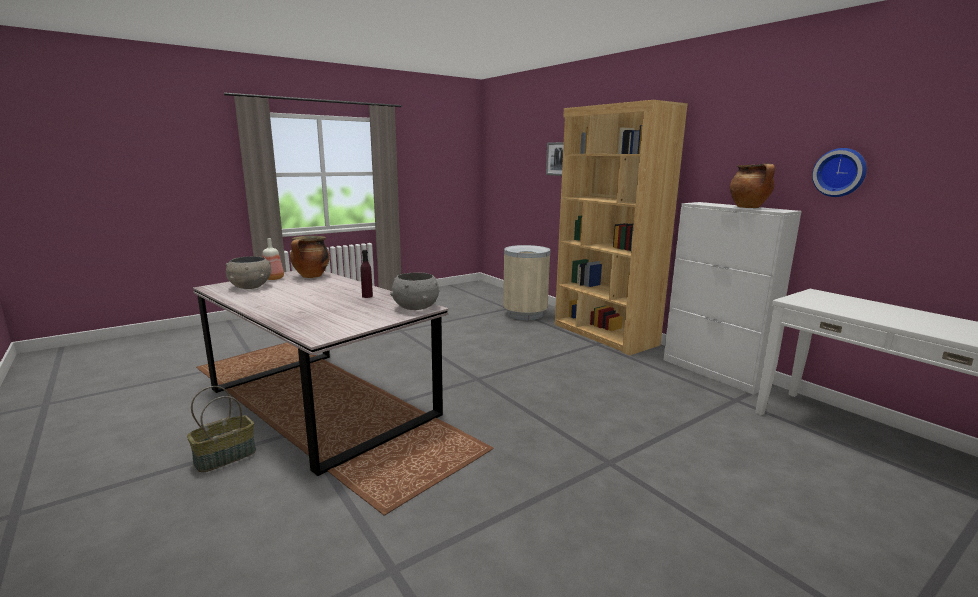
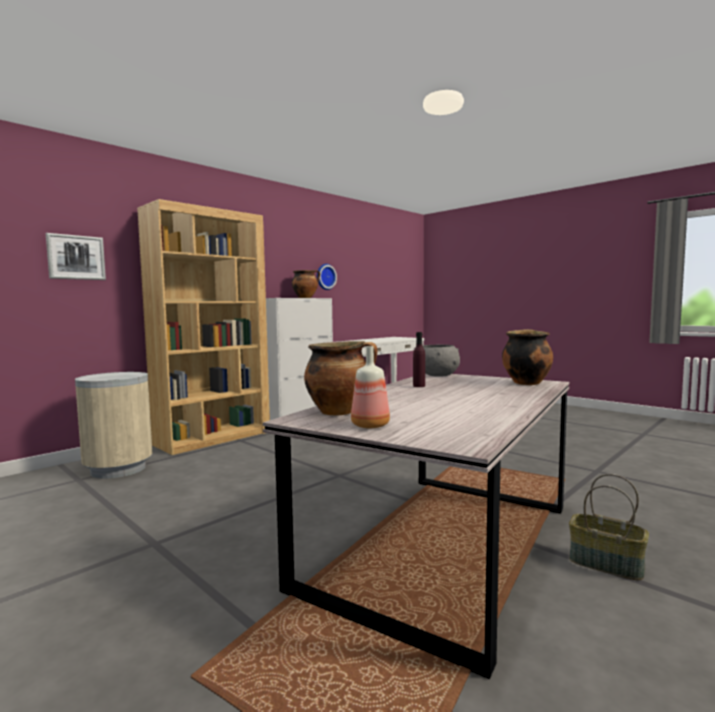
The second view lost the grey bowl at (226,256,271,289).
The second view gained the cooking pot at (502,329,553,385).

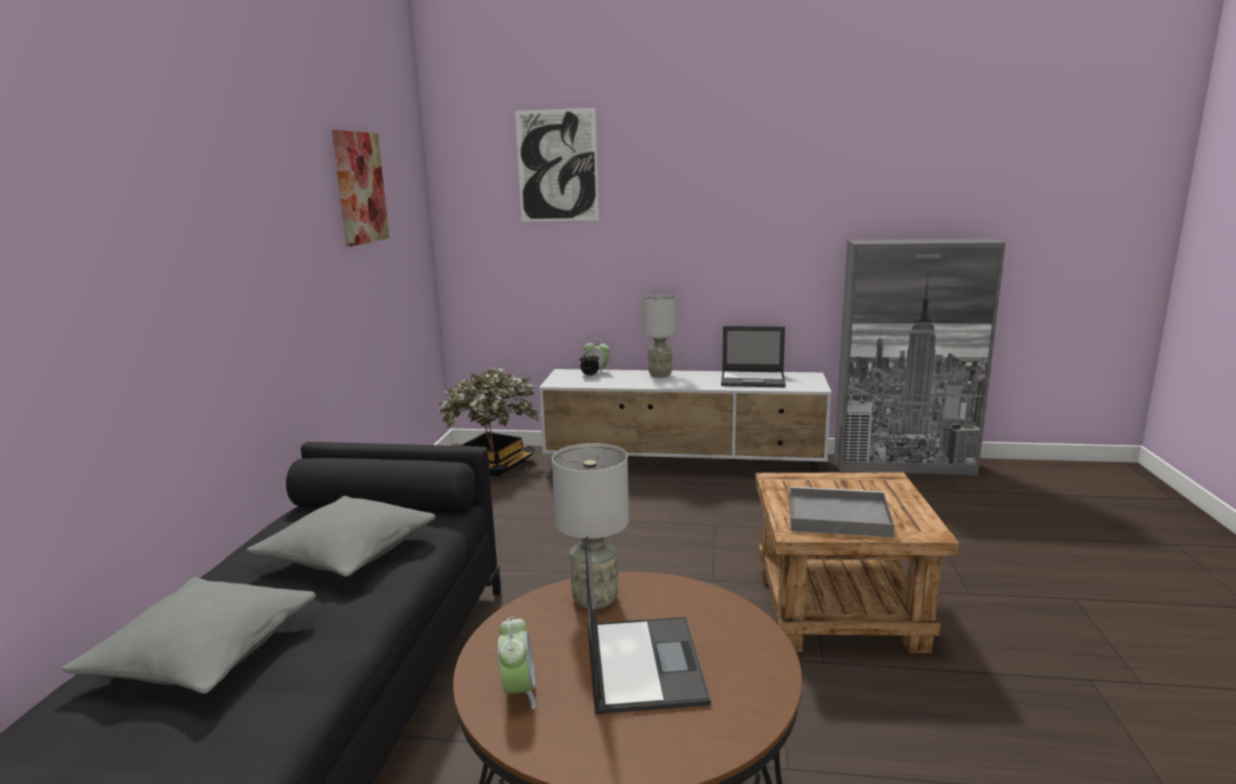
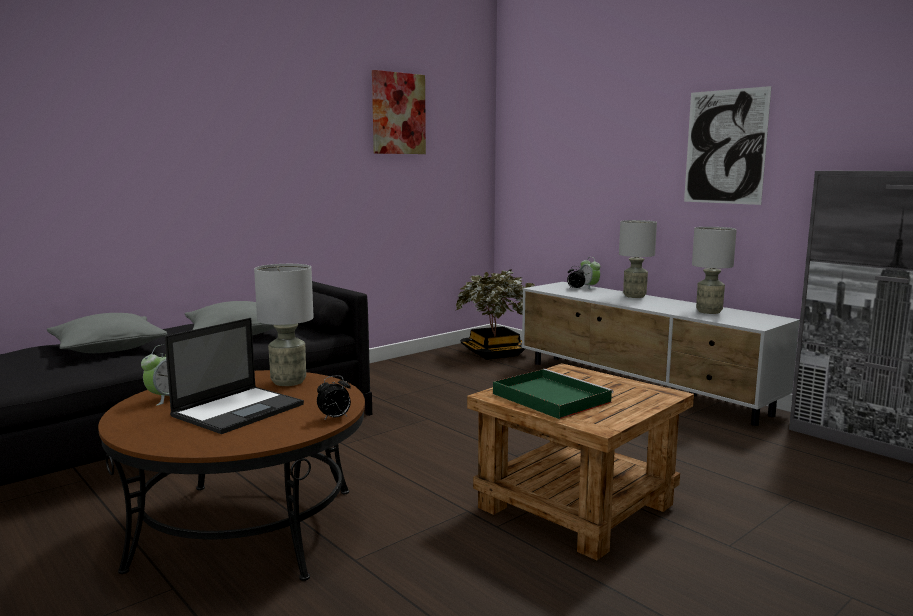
The picture ended up elsewhere, having gone from (515,108,599,221) to (684,86,771,205).
Where the laptop stood at (721,326,786,387), the grey table lamp came to stand at (692,227,737,314).
What was the grey tray at (789,486,895,537) turned into the green tray at (493,369,614,419).
The second view gained the alarm clock at (317,375,351,419).

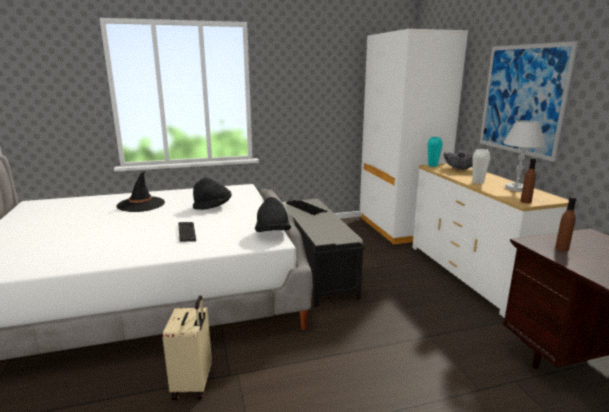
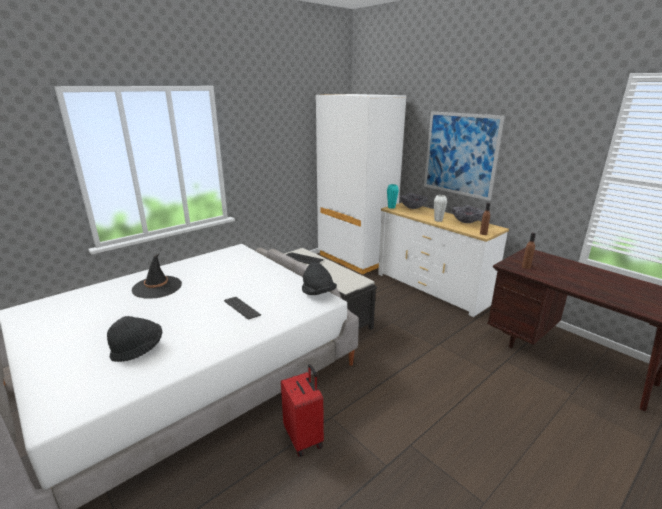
Where the white table lamp stood at (503,120,545,191), the bowl came to stand at (452,205,484,223).
The black hat ended up elsewhere, having gone from (193,178,232,210) to (107,316,162,362).
What was the beige suitcase at (162,295,212,400) turned into the red suitcase at (281,364,324,457).

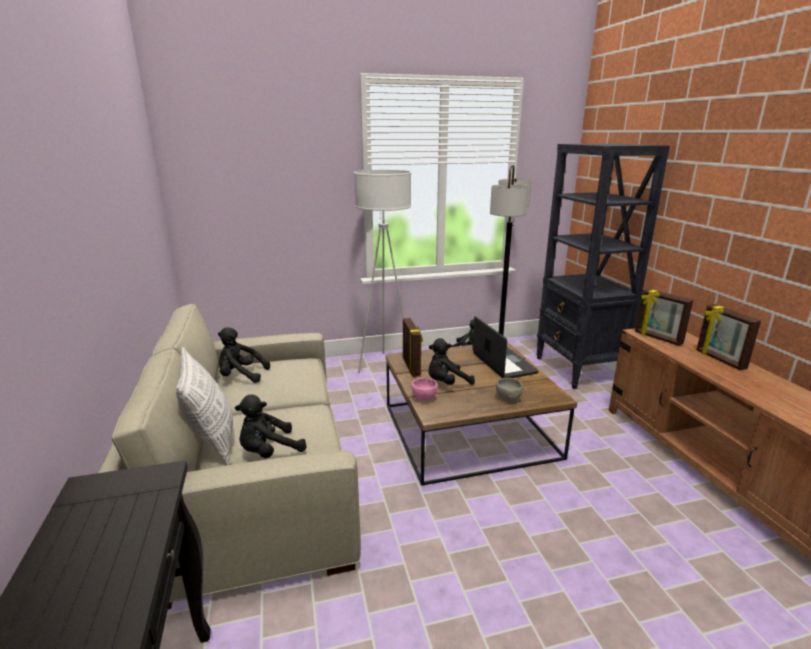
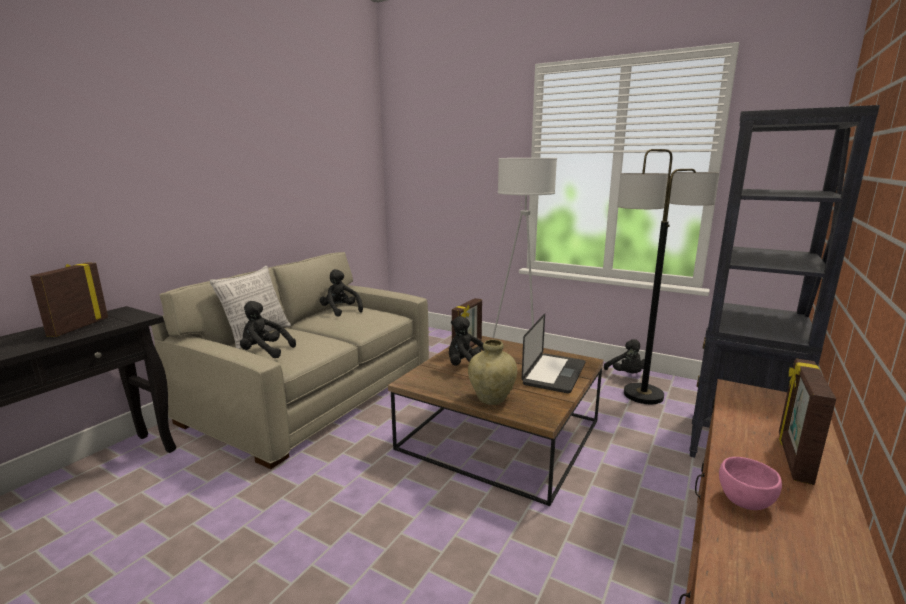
The picture frame ended up elsewhere, having gone from (635,288,693,346) to (30,262,108,337).
The pink bowl ended up elsewhere, having gone from (412,378,438,401) to (719,457,782,510).
Where the grey bowl stood at (496,378,523,402), the beige vase came to stand at (468,339,517,405).

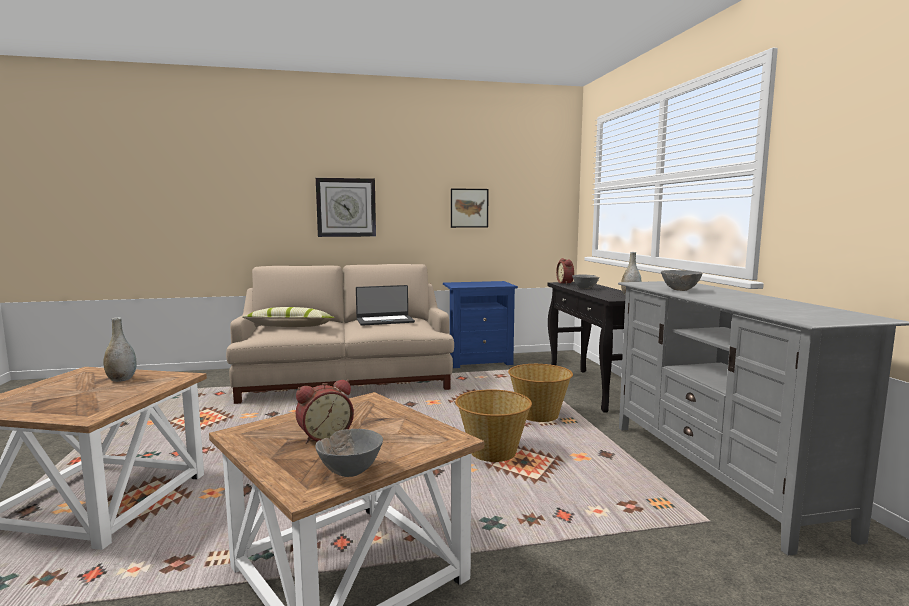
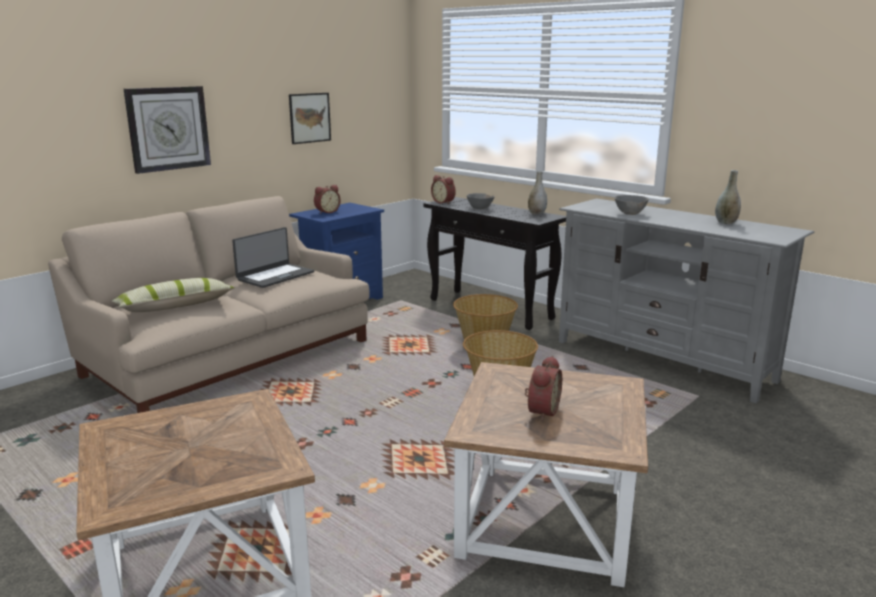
The grey vase ended up elsewhere, having gone from (103,317,137,382) to (715,170,741,224).
The second view lost the grey bowl at (316,429,383,477).
The second view gained the alarm clock at (314,185,341,214).

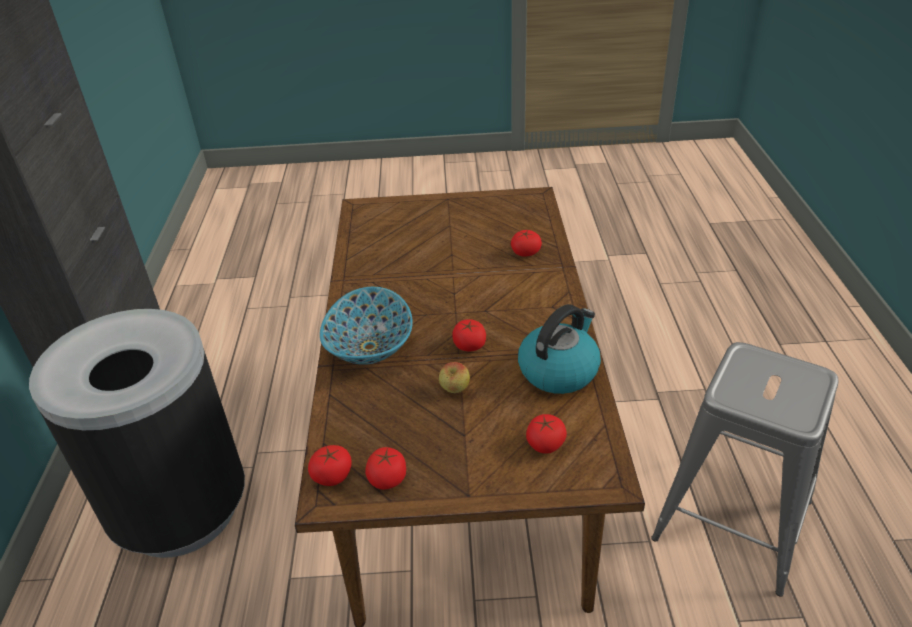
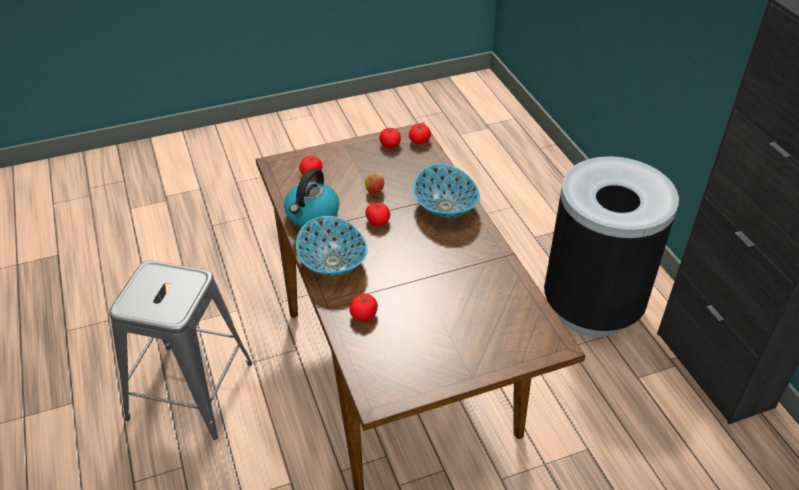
The second view gained the bowl at (296,216,367,276).

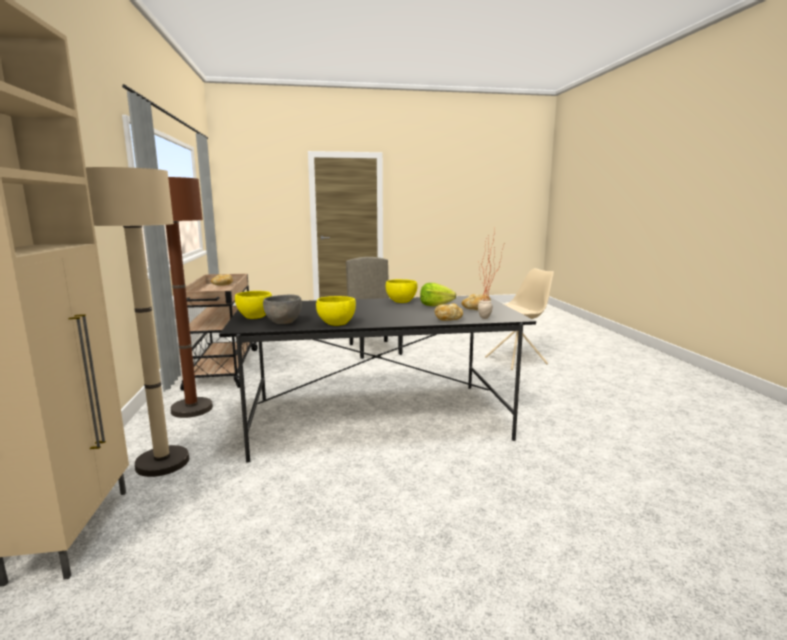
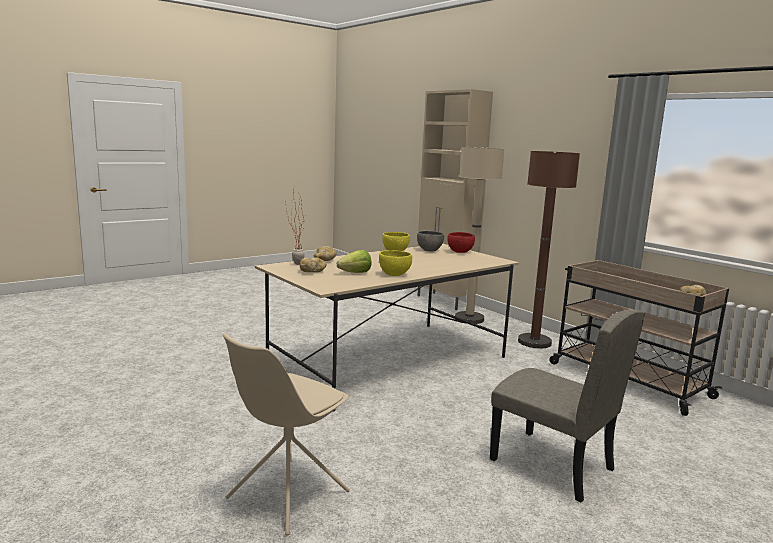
What was the yellow bowl at (235,291,272,319) turned into the red bowl at (447,232,475,253).
What was the black dining table at (219,296,536,462) turned into the beige dining table at (255,244,519,411).

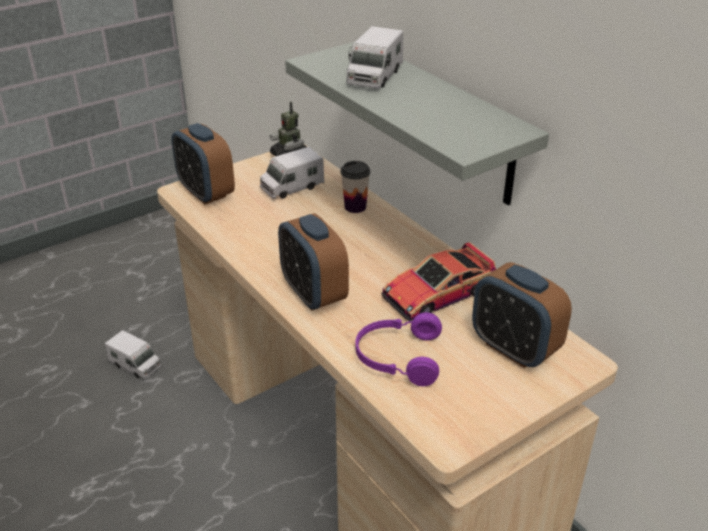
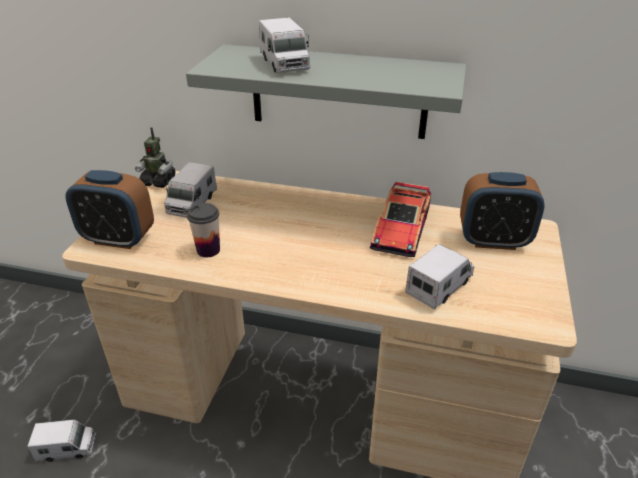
The cup ended up elsewhere, having gone from (341,161,370,213) to (187,203,220,258).
The second view lost the alarm clock at (278,213,349,311).
Where the purple headphones stood at (356,312,442,386), the toy truck came to stand at (405,244,474,310).

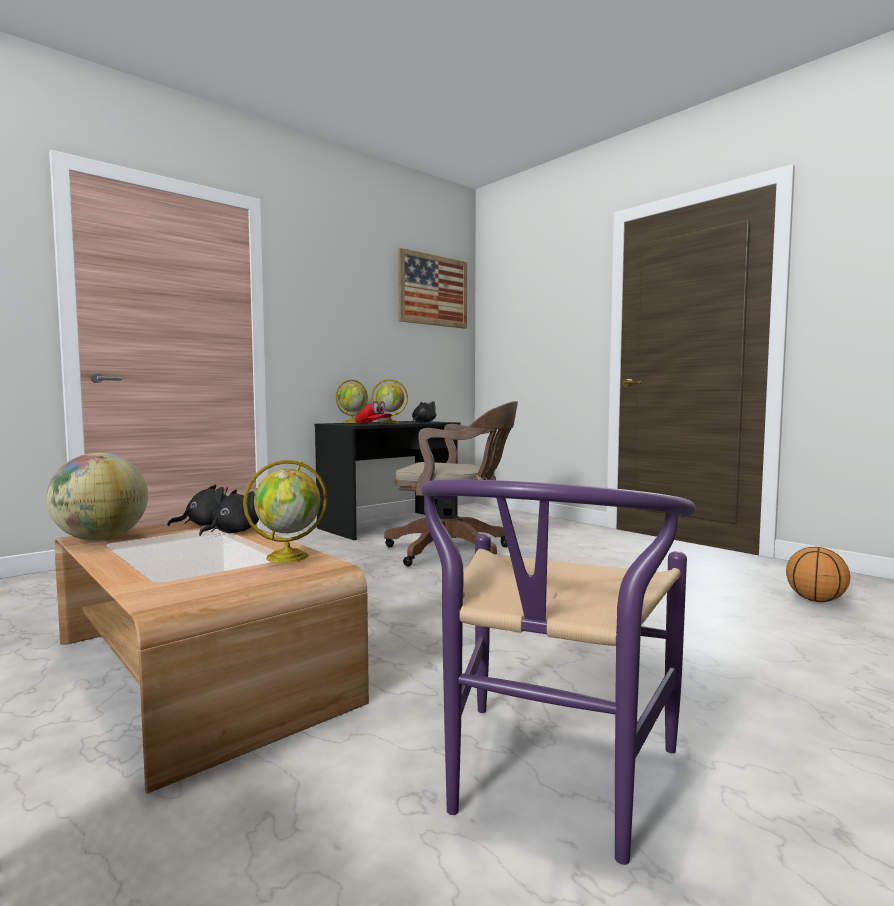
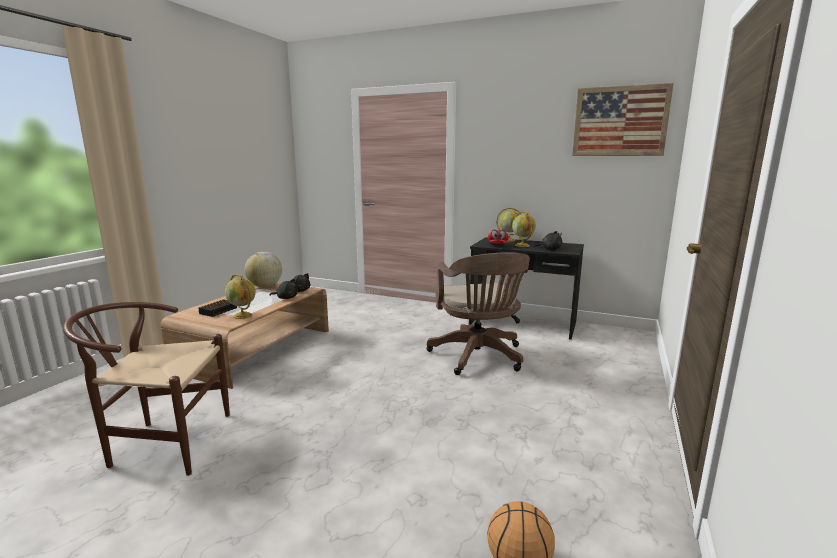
What was the purple chair at (421,480,696,865) turned into the brown chair at (63,302,230,476).
The second view gained the alarm clock at (198,299,237,317).

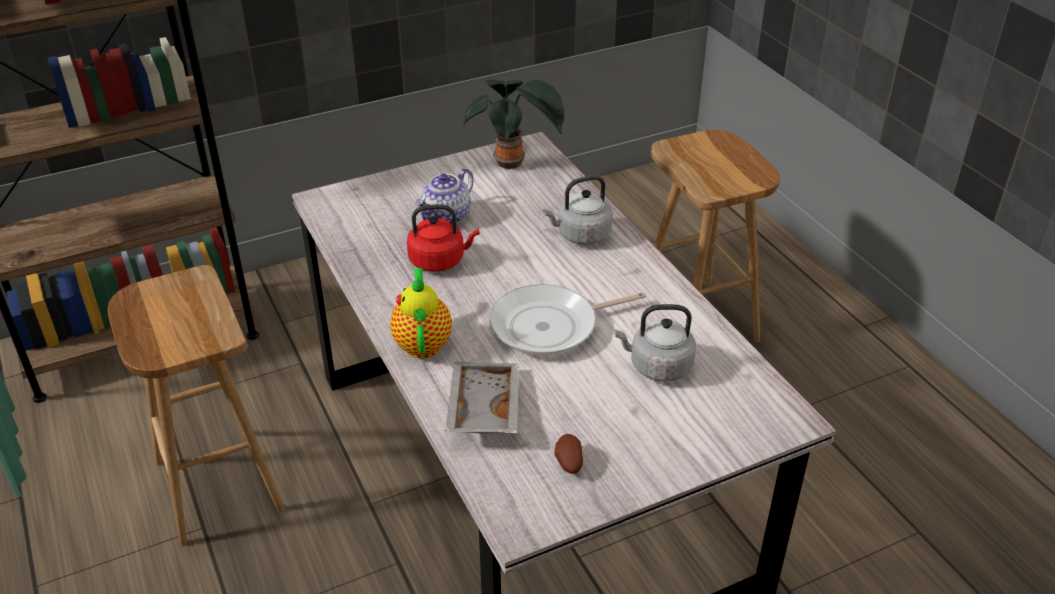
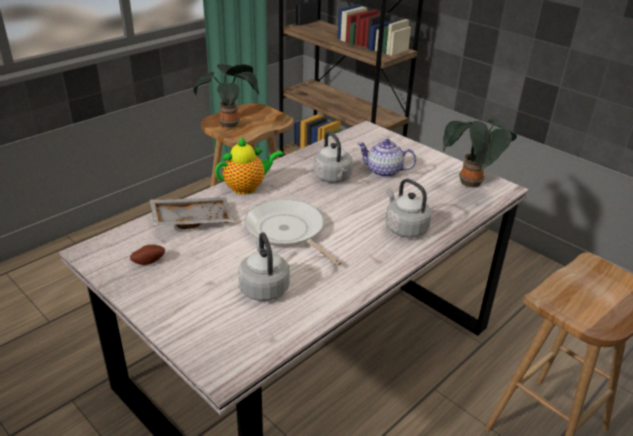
What was the red kettle at (407,204,479,272) turned into the grey kettle at (314,131,353,183).
The second view gained the potted plant at (194,64,259,128).

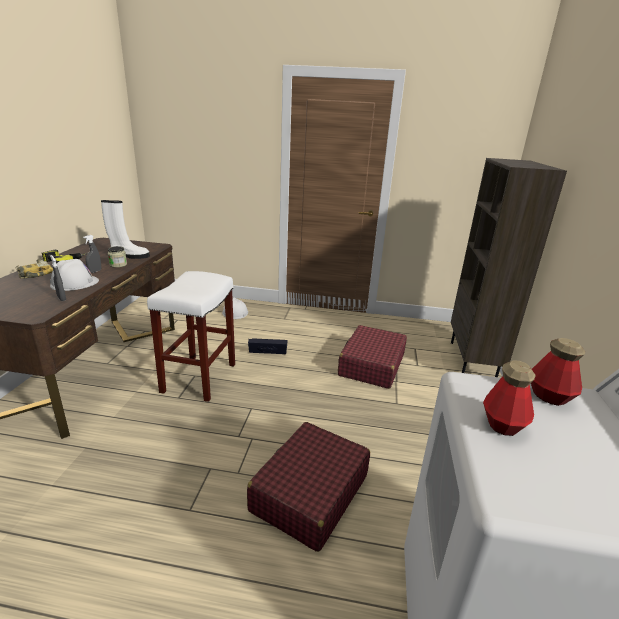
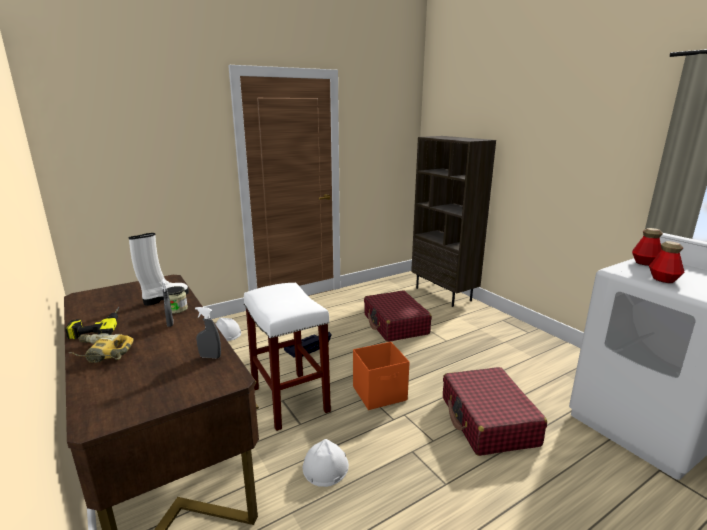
The white hard hat ended up elsewhere, having gone from (50,259,99,291) to (303,439,349,487).
The second view gained the orange storage box at (353,342,410,410).

